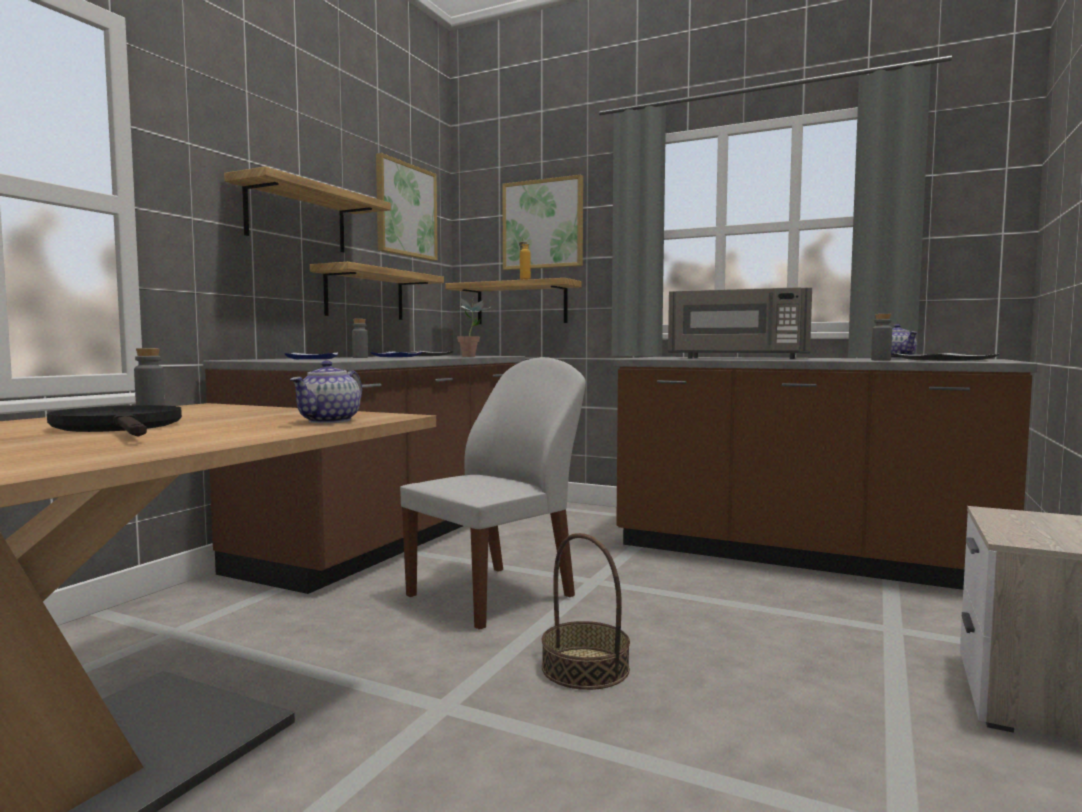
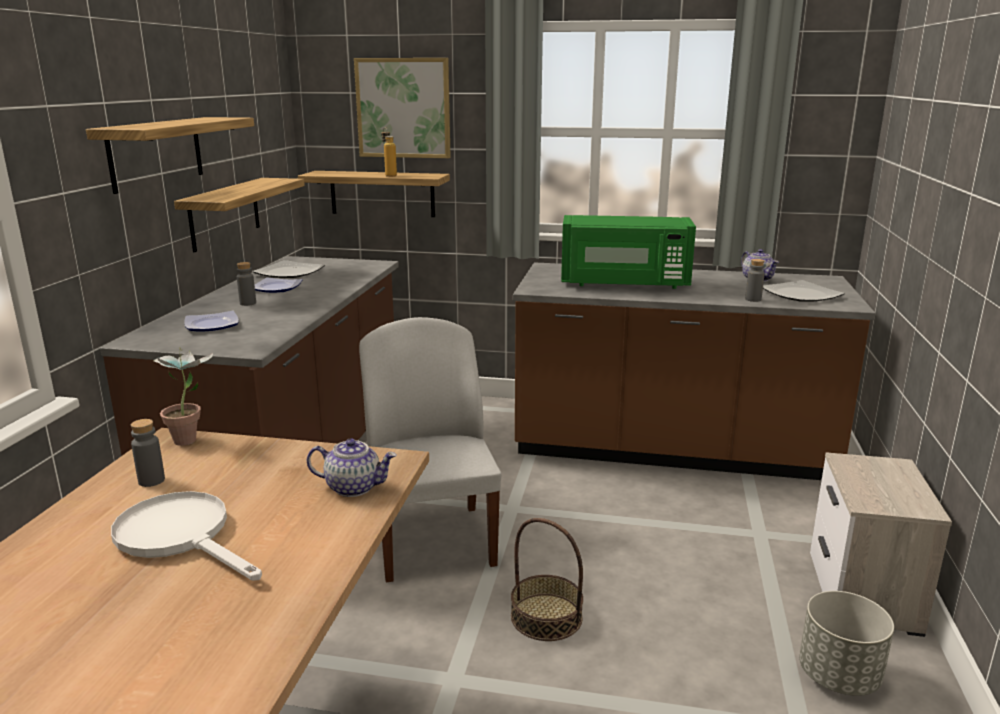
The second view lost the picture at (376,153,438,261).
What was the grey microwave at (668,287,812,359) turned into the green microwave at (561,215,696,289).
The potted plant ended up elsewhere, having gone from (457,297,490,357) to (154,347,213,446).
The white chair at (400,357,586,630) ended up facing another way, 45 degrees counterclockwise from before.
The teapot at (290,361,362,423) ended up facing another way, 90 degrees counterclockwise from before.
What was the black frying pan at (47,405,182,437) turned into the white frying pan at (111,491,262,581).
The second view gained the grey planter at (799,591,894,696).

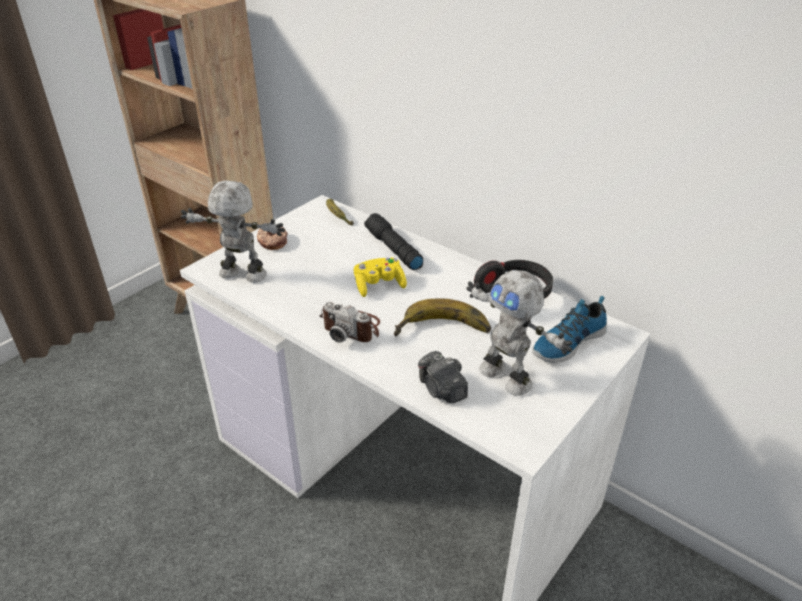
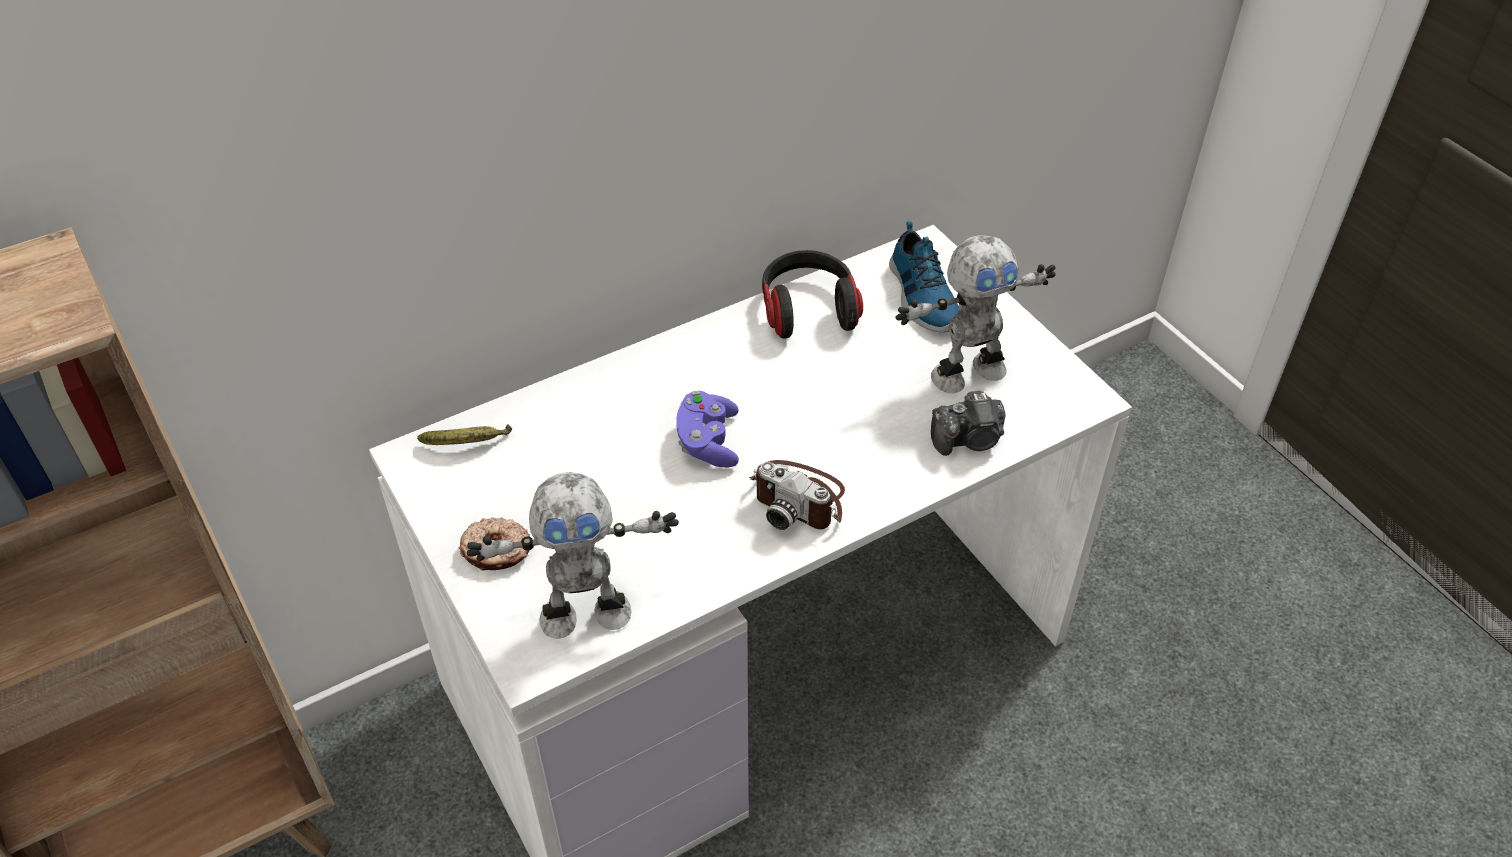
The toy robot at (181,180,285,283) ended up facing another way, 135 degrees counterclockwise from before.
The second view lost the black flashlight at (364,213,423,270).
What was the yellow game controller at (354,258,407,297) turned into the purple game controller at (676,391,739,467).
The second view lost the banana at (394,298,491,336).
The photo camera at (319,302,380,343) ended up facing another way, 75 degrees clockwise from before.

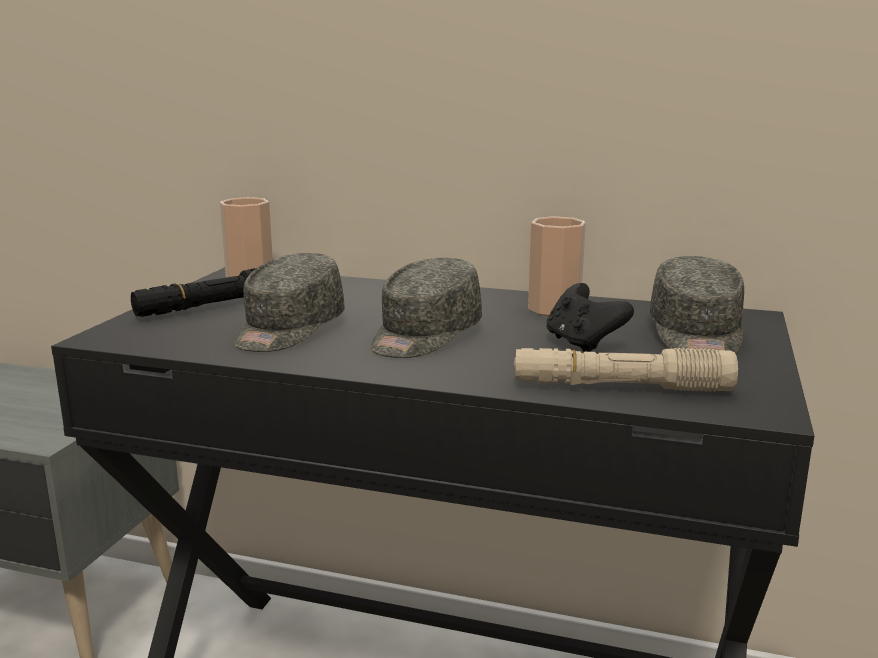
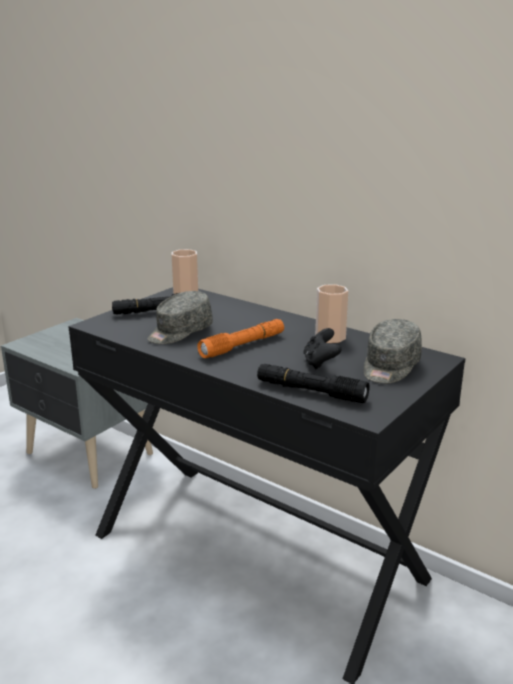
Where the grey cap stood at (371,258,482,358), the orange flashlight came to stand at (197,319,284,358).
What was the beige flashlight at (514,348,738,392) turned into the black flashlight at (257,364,370,403).

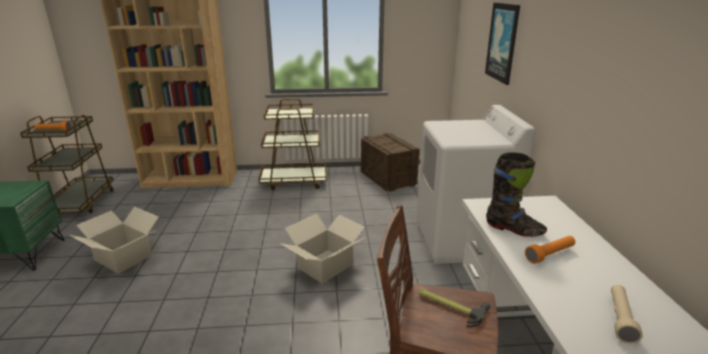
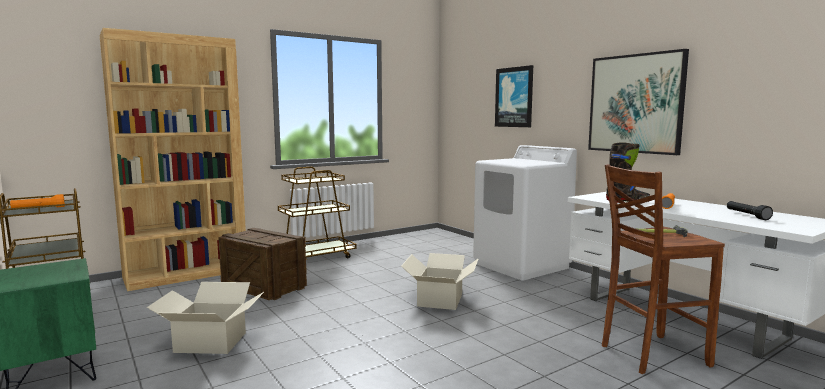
The crate ended up elsewhere, having gone from (361,133,420,192) to (218,228,307,300).
What was the beige flashlight at (611,285,643,344) turned into the black flashlight at (727,201,773,220).
The second view gained the picture at (588,49,689,155).

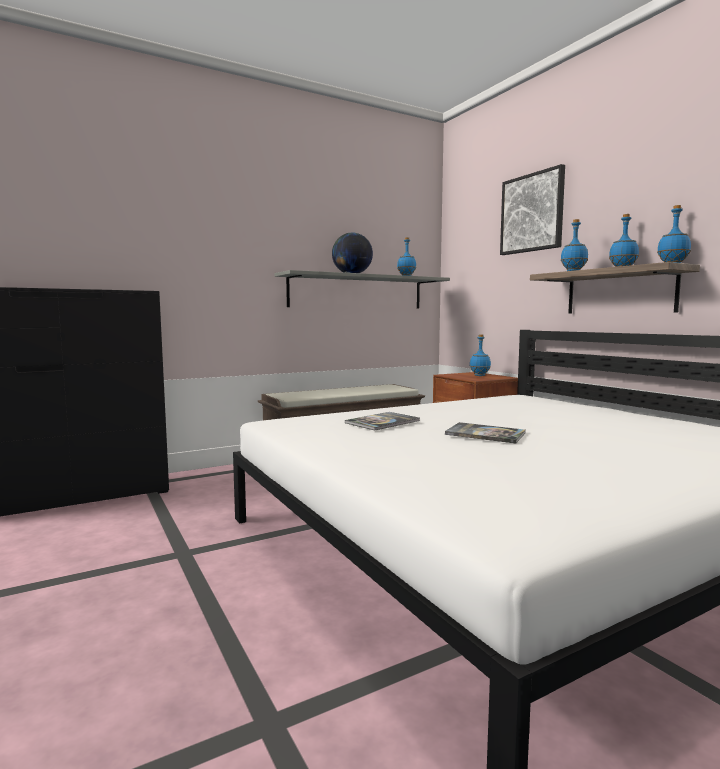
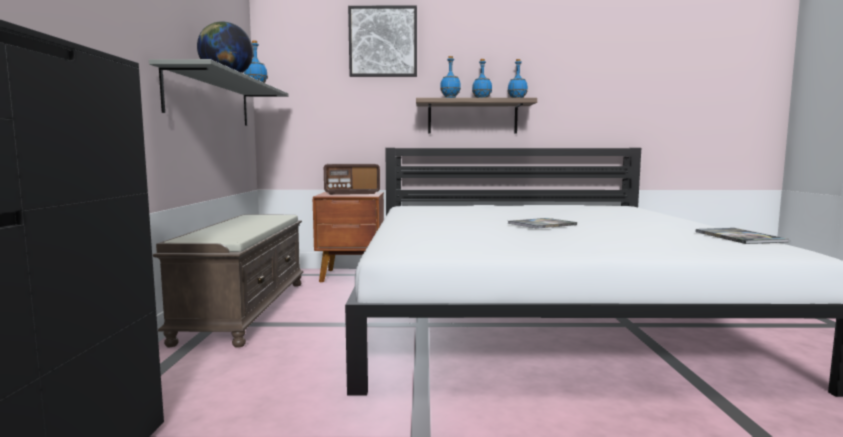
Where the blue bottle stood at (470,334,491,376), the radio came to stand at (324,164,380,195).
The book ended up elsewhere, having gone from (345,412,420,430) to (696,228,789,244).

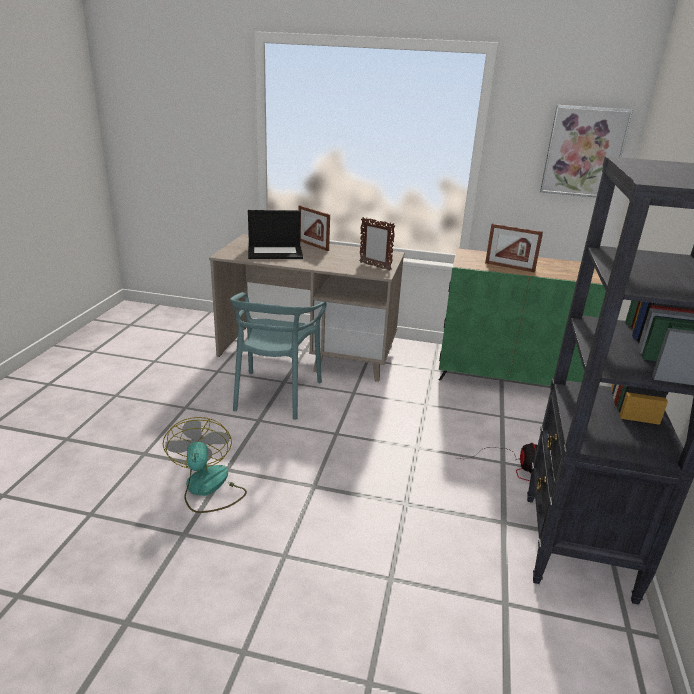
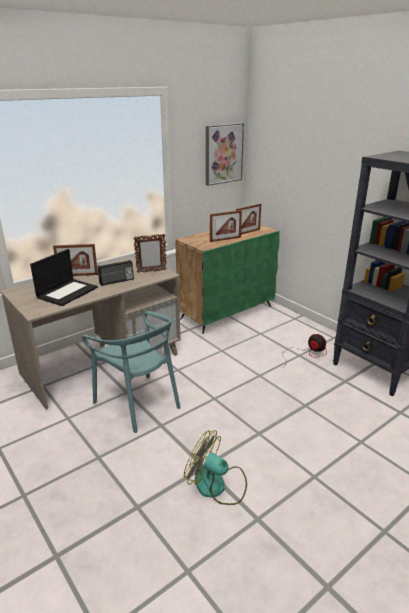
The second view gained the picture frame at (236,204,261,235).
The second view gained the radio at (98,260,134,286).

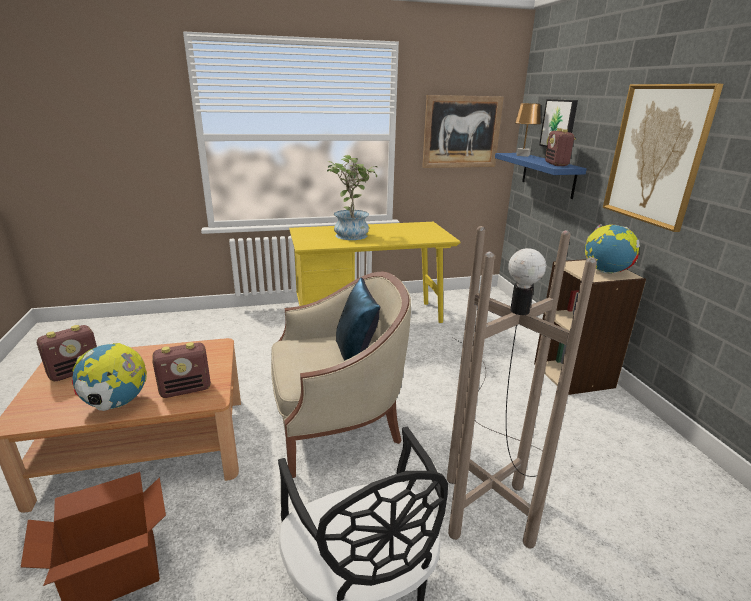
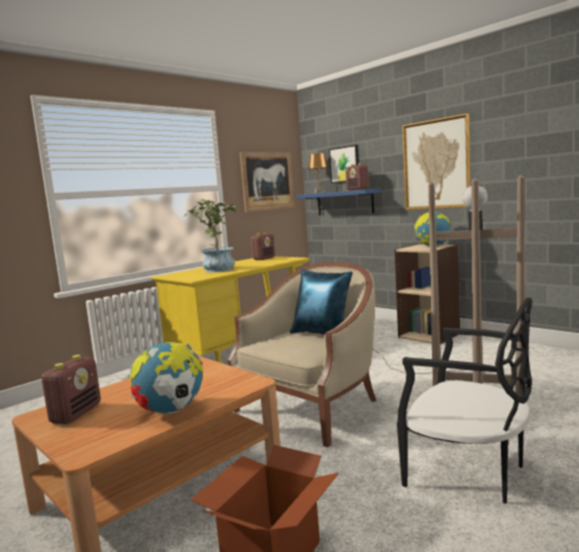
The radio ended up elsewhere, having gone from (152,342,211,398) to (251,232,275,260).

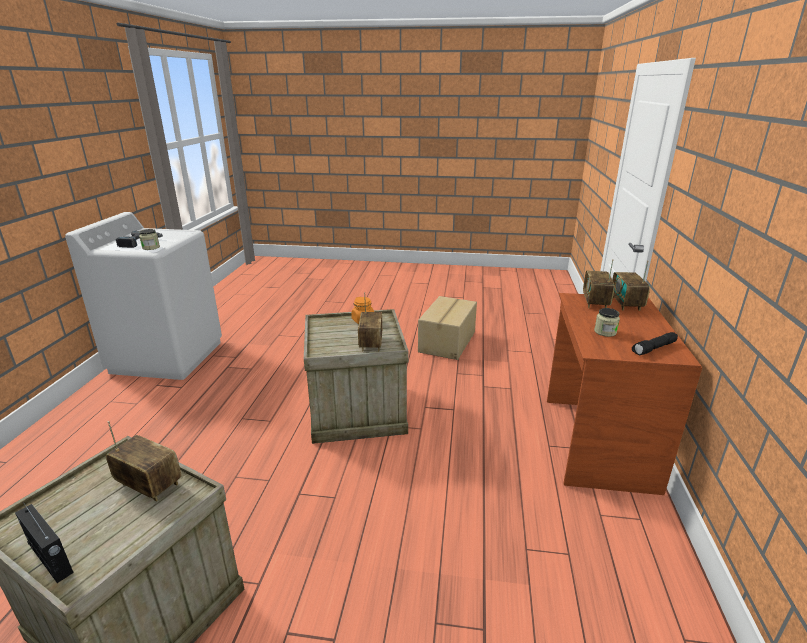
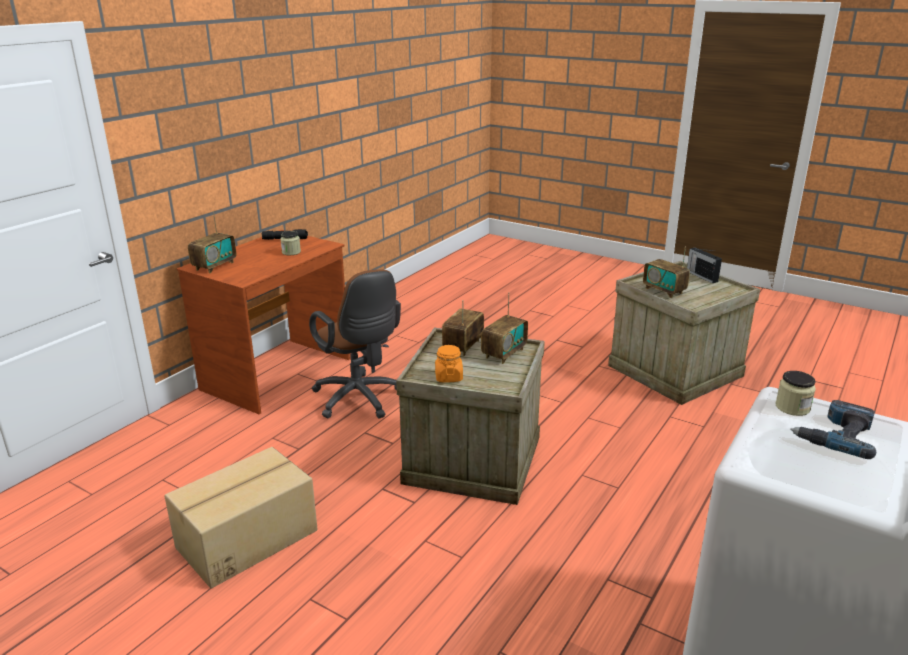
The radio ended up elsewhere, having gone from (583,259,615,308) to (481,292,528,364).
The second view gained the brown office chair at (309,269,401,419).

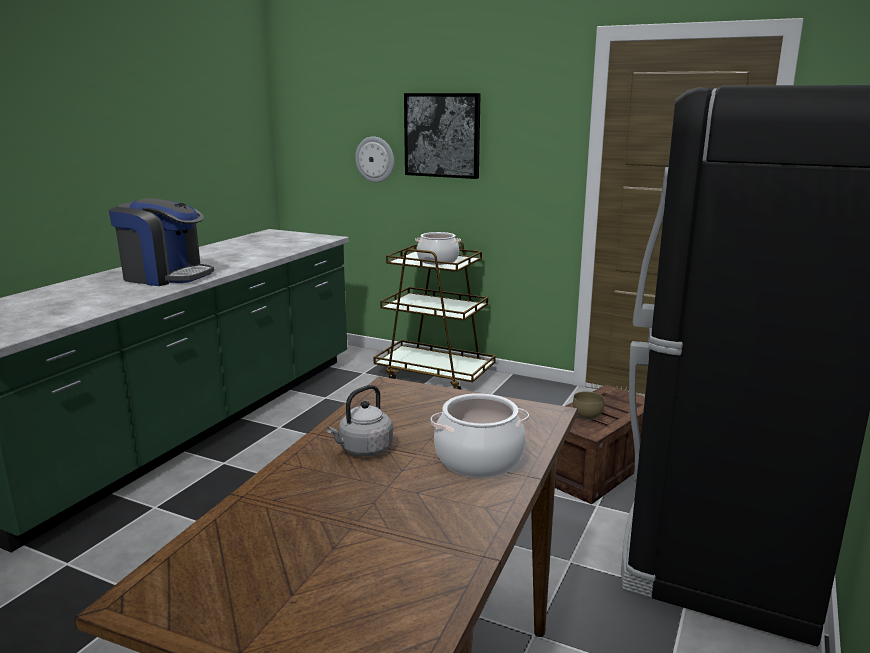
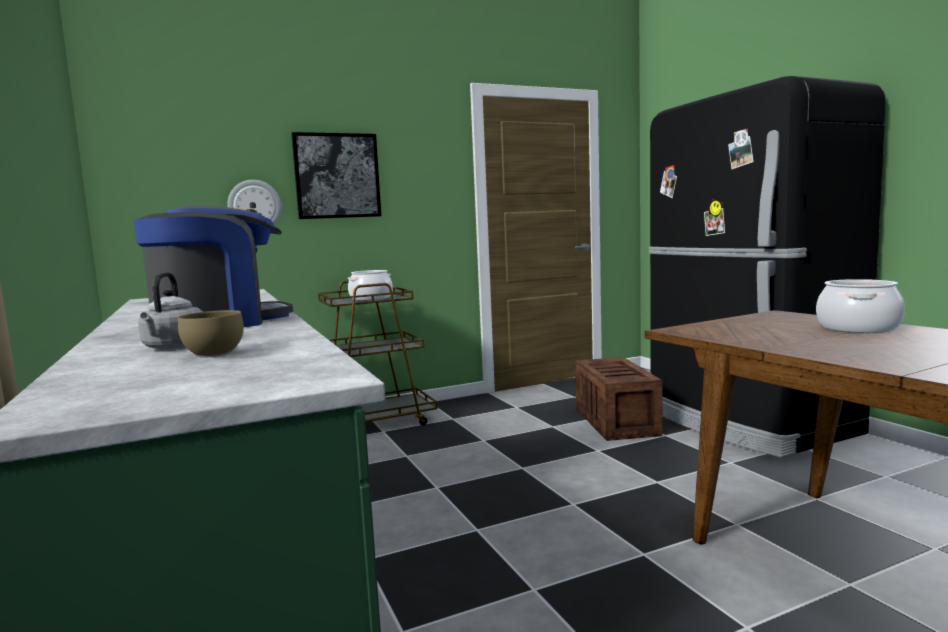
The grey kettle ended up elsewhere, having gone from (327,385,393,456) to (138,272,203,350).
The brown bowl ended up elsewhere, having gone from (573,391,604,420) to (178,310,244,358).

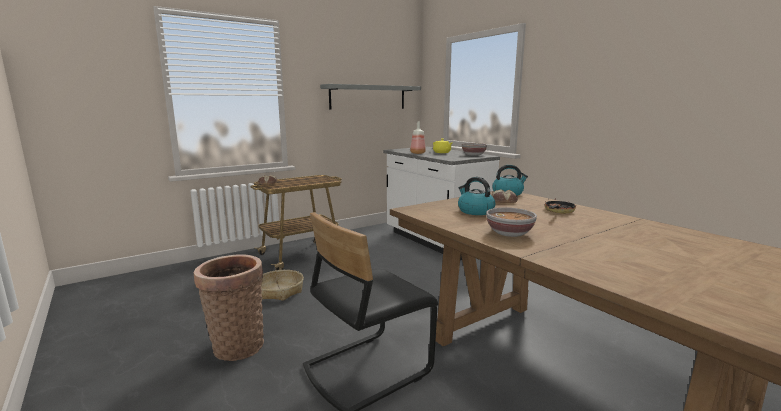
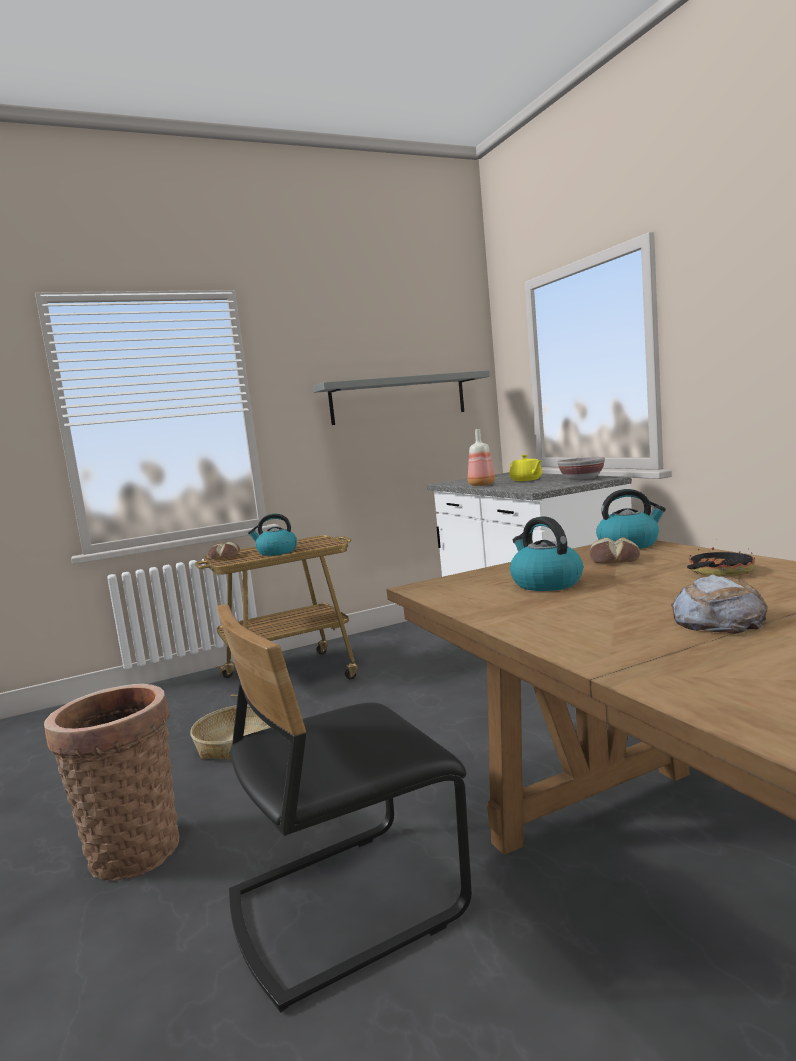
The second view lost the bowl at (486,207,537,237).
The second view gained the kettle at (248,514,297,556).
The second view gained the bread at (671,574,768,634).

